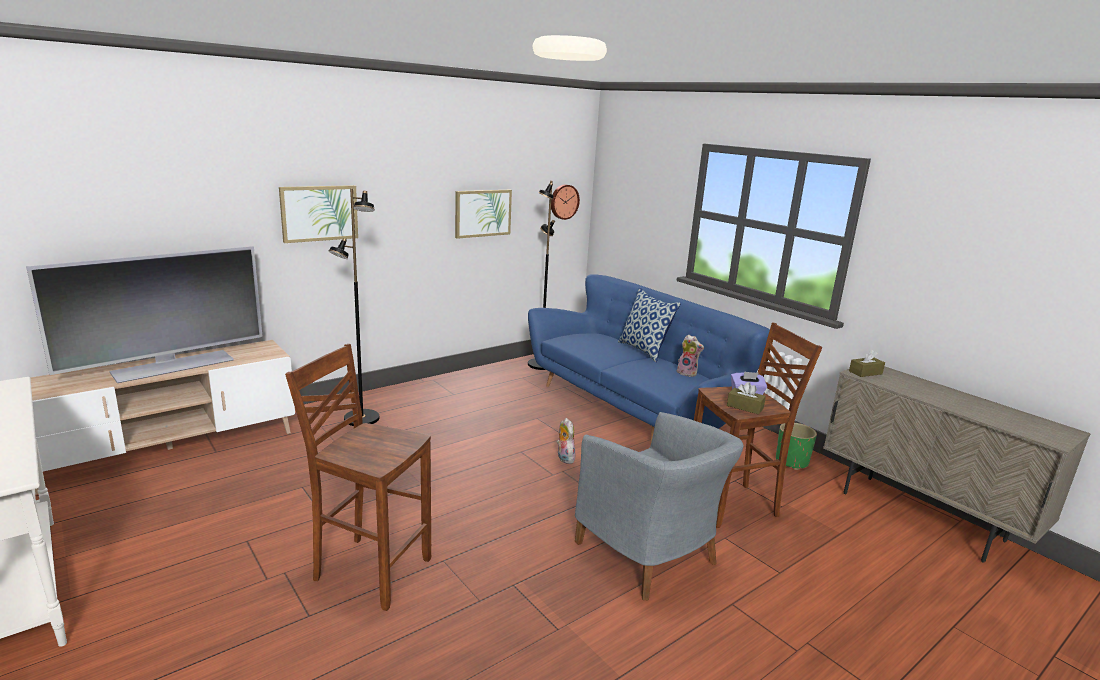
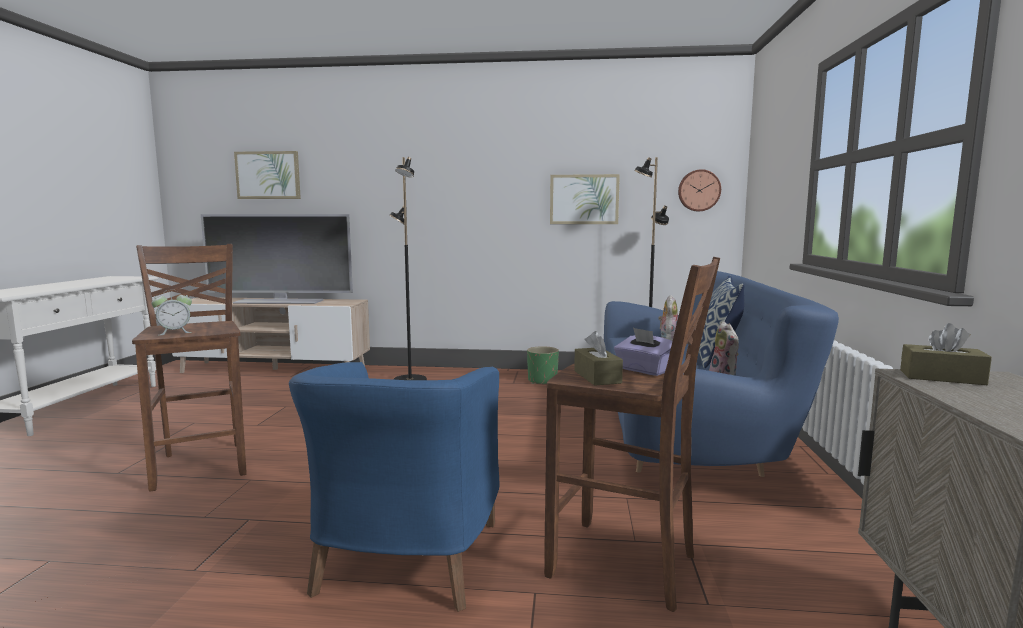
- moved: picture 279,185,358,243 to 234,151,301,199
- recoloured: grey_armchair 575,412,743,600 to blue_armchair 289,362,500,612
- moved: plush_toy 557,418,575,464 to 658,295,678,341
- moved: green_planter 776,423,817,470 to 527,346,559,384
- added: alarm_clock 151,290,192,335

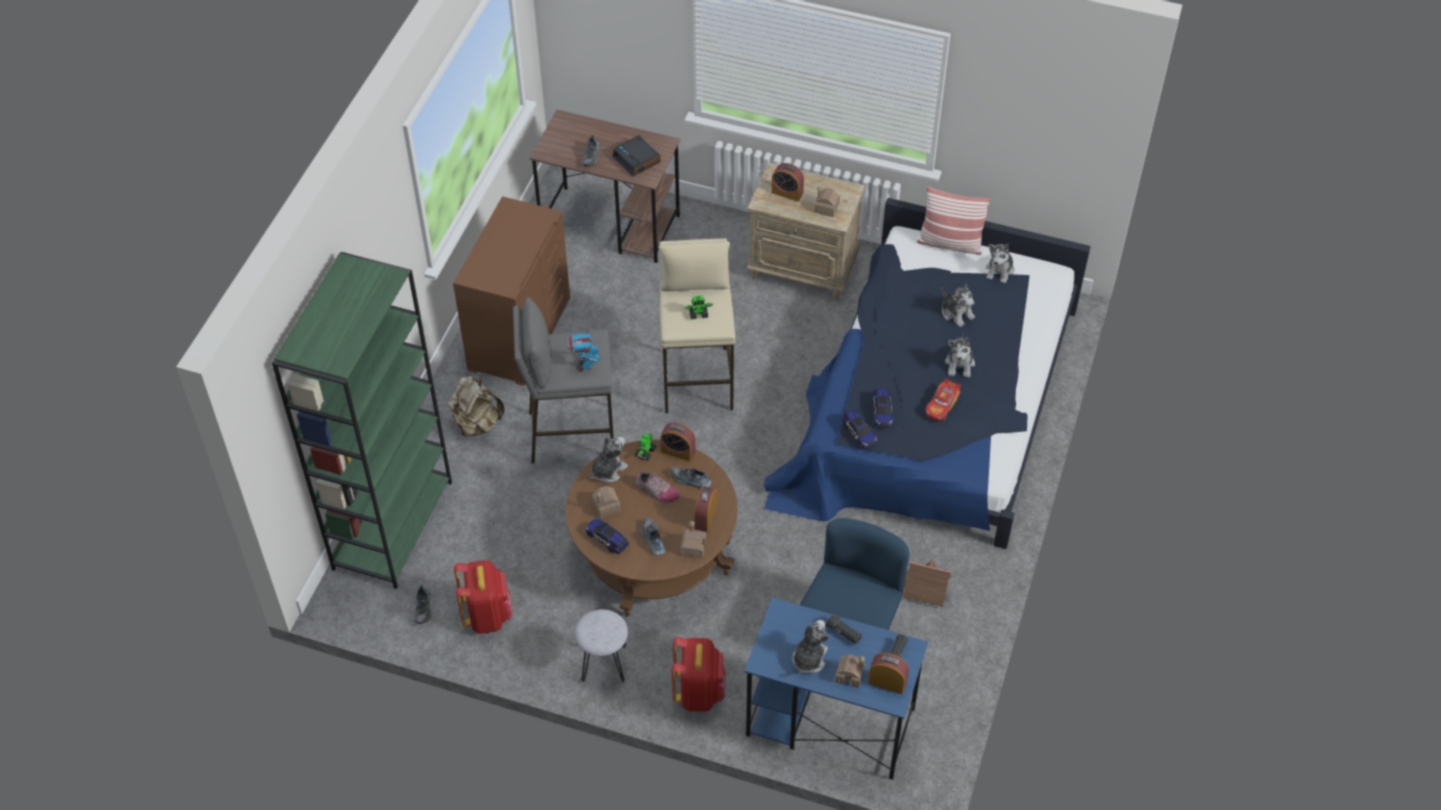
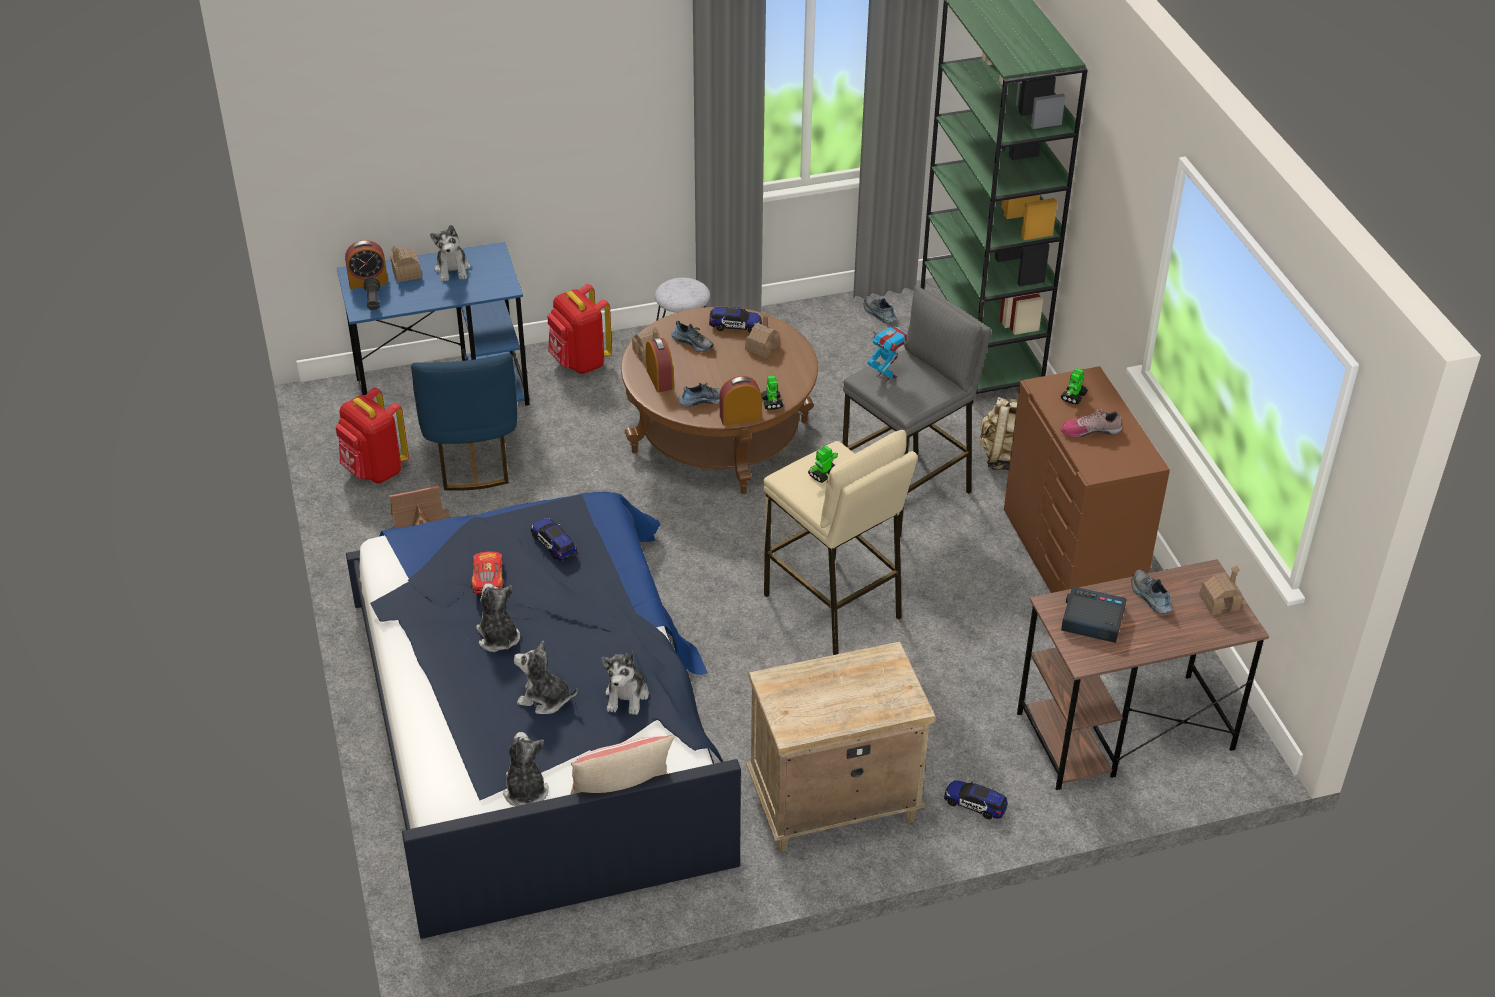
- removed: alarm_clock 771,163,804,202
- moved: toy_house 814,187,840,217 to 1199,566,1243,616
- moved: toy_car 842,409,877,449 to 944,780,1008,820
- moved: plush_toy 589,436,628,483 to 601,651,649,715
- moved: shoe 636,471,680,503 to 1061,409,1122,437
- moved: red_backpack 454,560,513,634 to 336,388,409,483
- removed: black_flashlight 826,614,862,644
- added: toy_robot 1060,368,1088,404

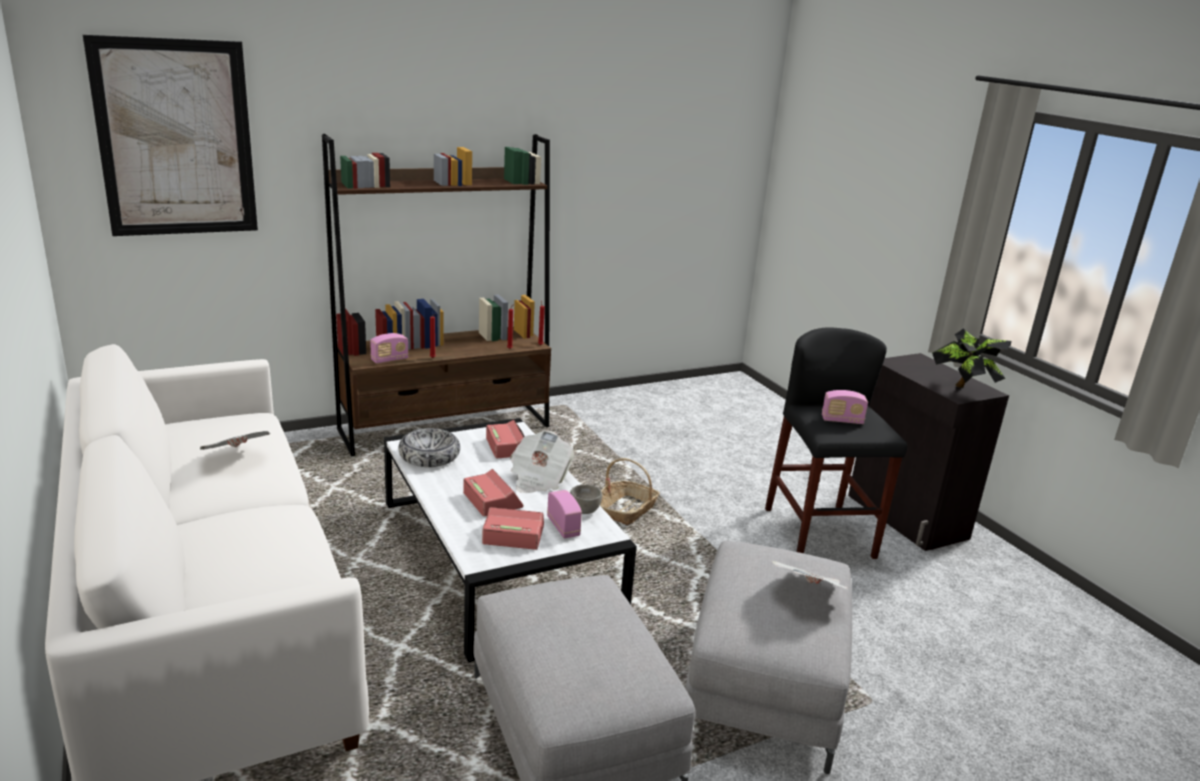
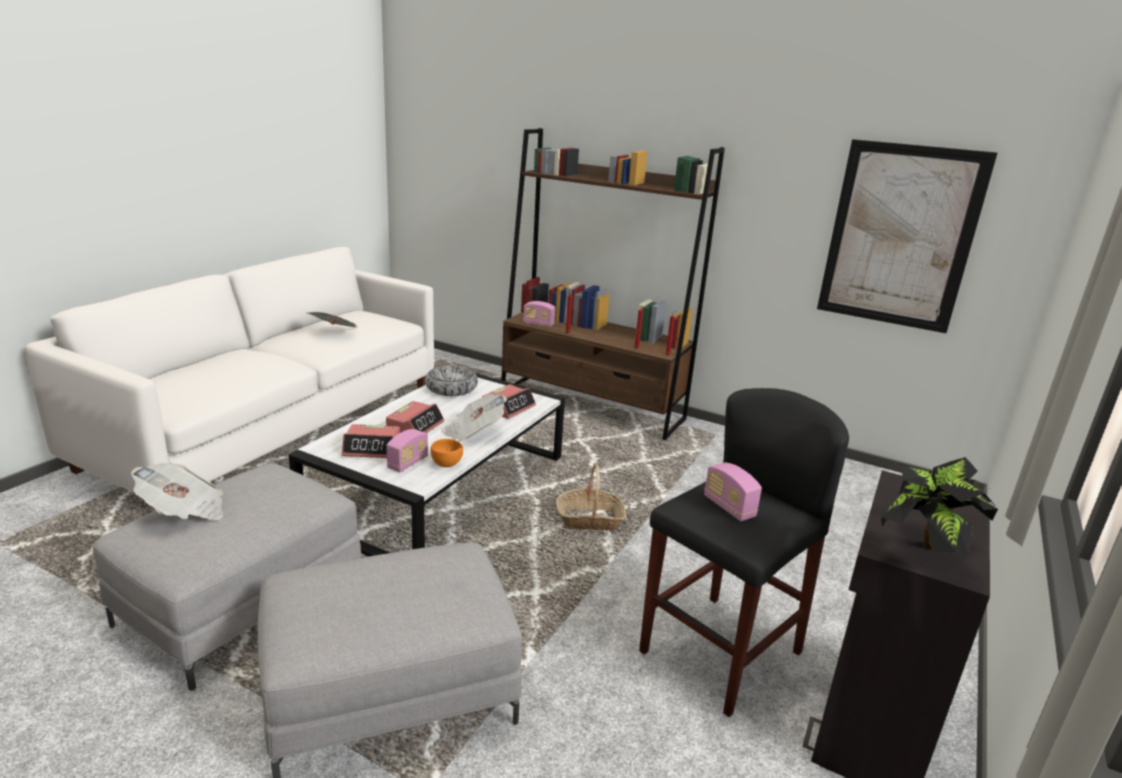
- moved: picture 83,35,258,236 to 817,139,997,333
- recoloured: grey_bowl 570,484,602,514 to orange_bowl 430,439,463,467
- turned: alarm_clock 482,507,544,550 = 342,424,400,458 120 degrees clockwise
- moved: newspaper 772,561,849,590 to 131,463,223,520

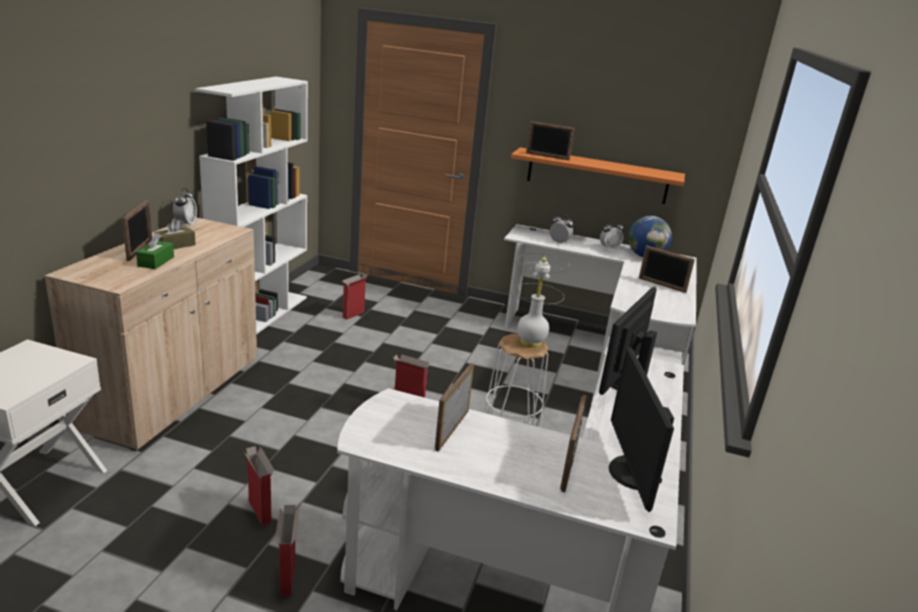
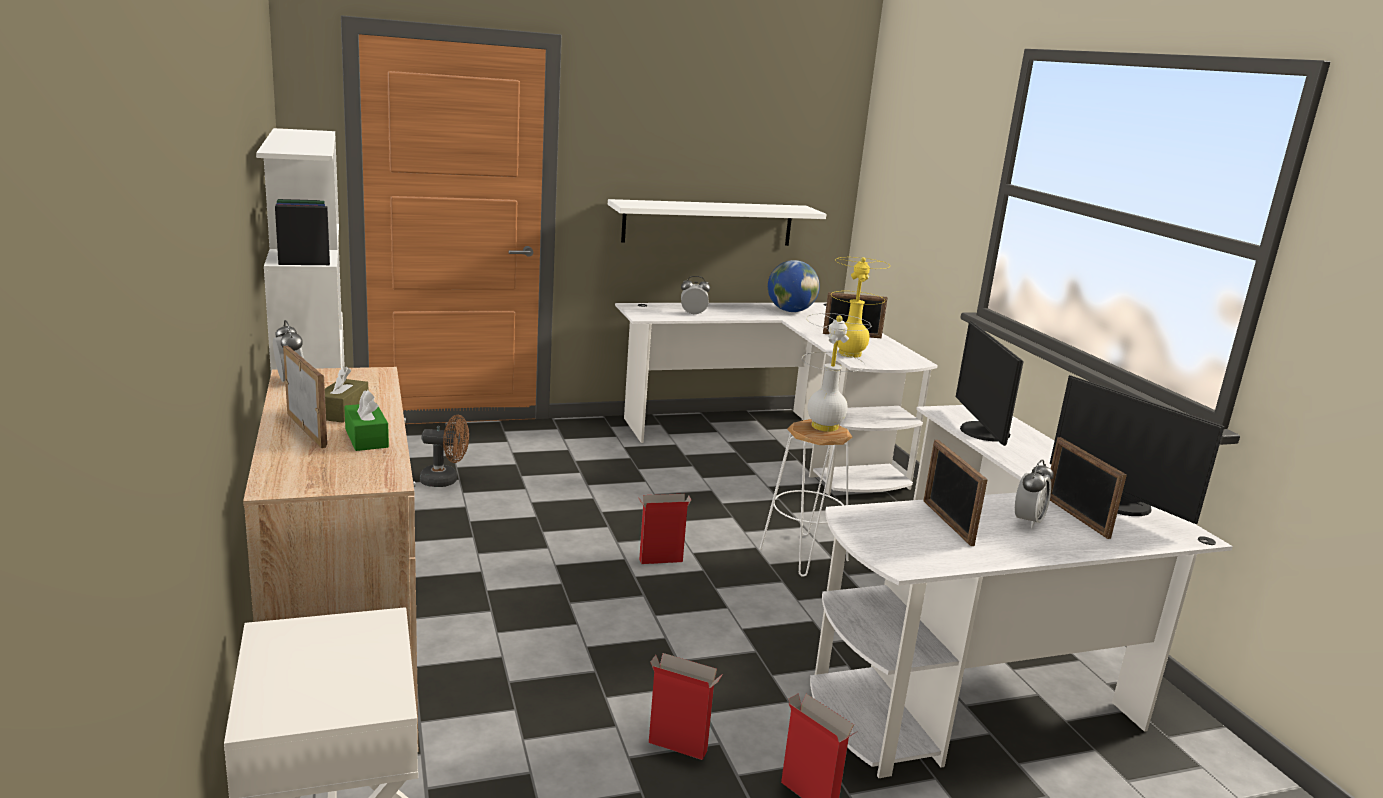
- removed: picture_frame 526,121,575,160
- recoloured: orange_shelf 511,147,685,204 to white_shelf 608,199,826,246
- moved: alarm_clock 600,220,624,250 to 1015,460,1054,528
- replaced: cardboard_box 342,274,367,319 to brown_fan 420,415,469,487
- added: yellow_table_lamp 831,257,889,358

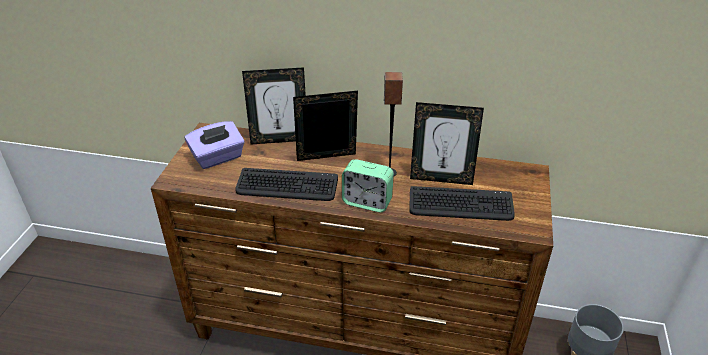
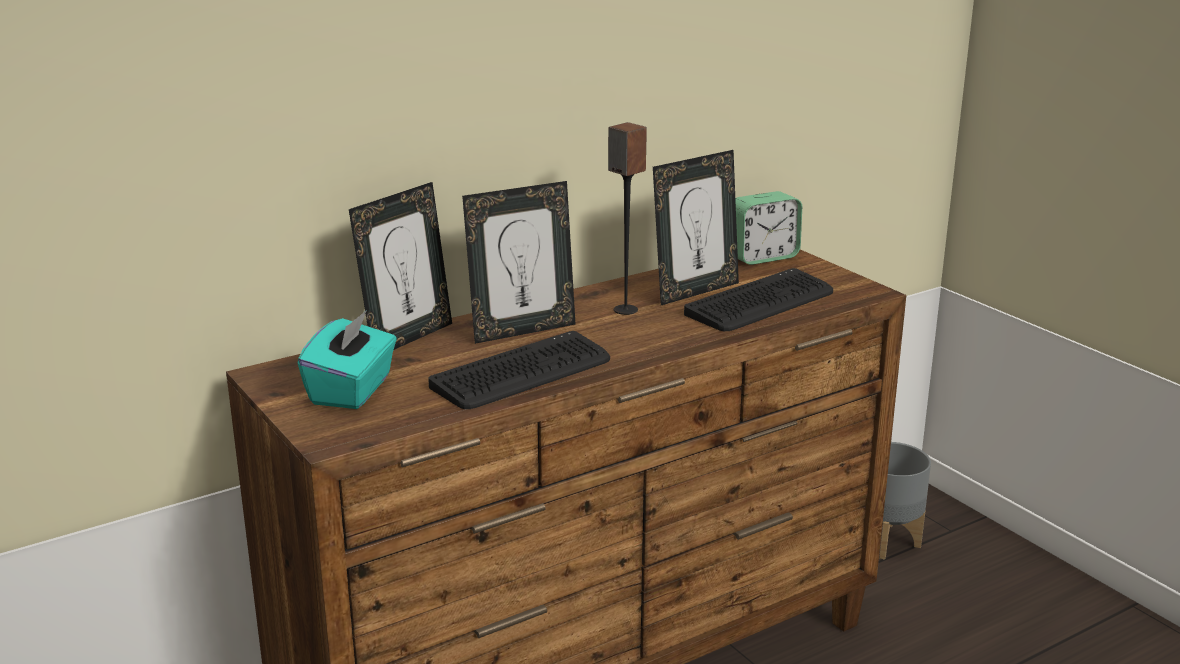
- turned: picture_frame 293,91,358,161 = 462,181,576,344 150 degrees counterclockwise
- recoloured: purple_tissue_box 185,121,245,169 to turquoise_tissue_box 298,310,397,409
- moved: alarm_clock 342,159,394,213 to 735,191,802,265

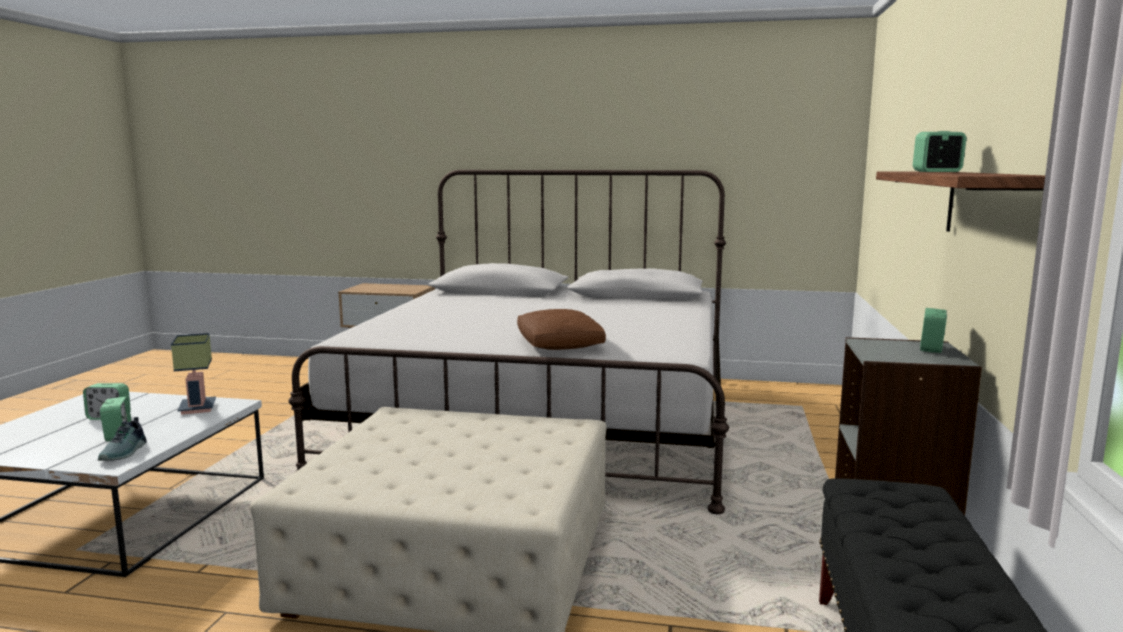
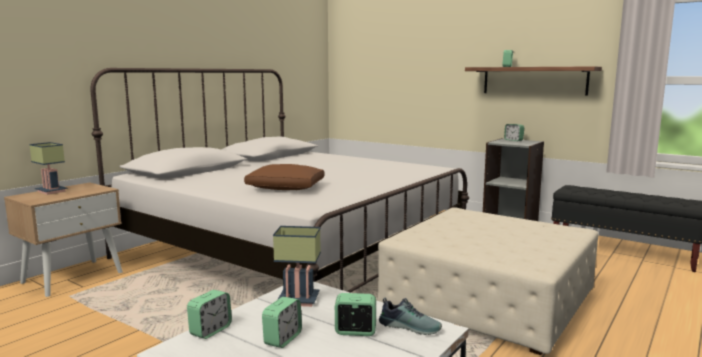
- moved: brown_pillow 517,309,606,350 to 244,164,324,190
- added: table_lamp 29,142,68,195
- added: alarm_clock 187,290,232,339

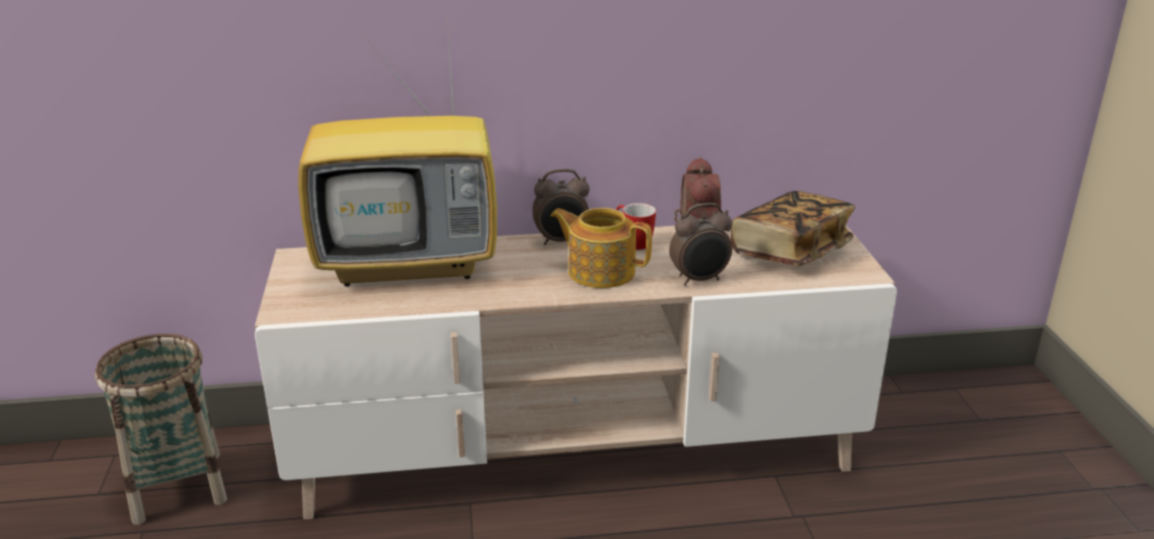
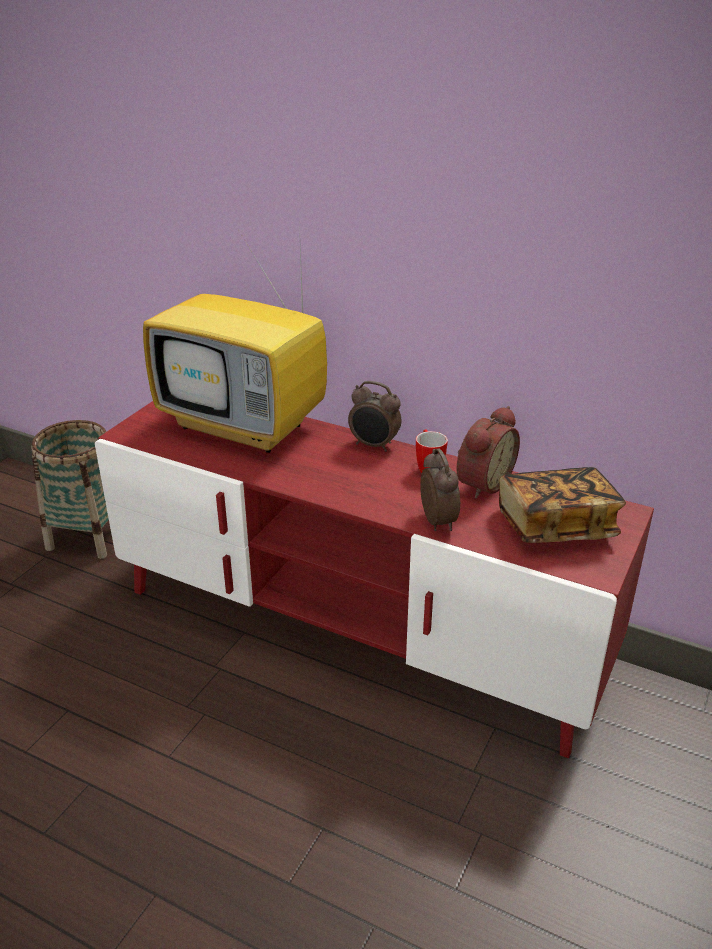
- turned: alarm_clock 669,203,732,286 = 420,448,460,531 120 degrees counterclockwise
- removed: teapot 550,208,652,288
- recoloured: beige_tv_stand 255,225,897,520 to red_tv_stand 95,401,654,758

